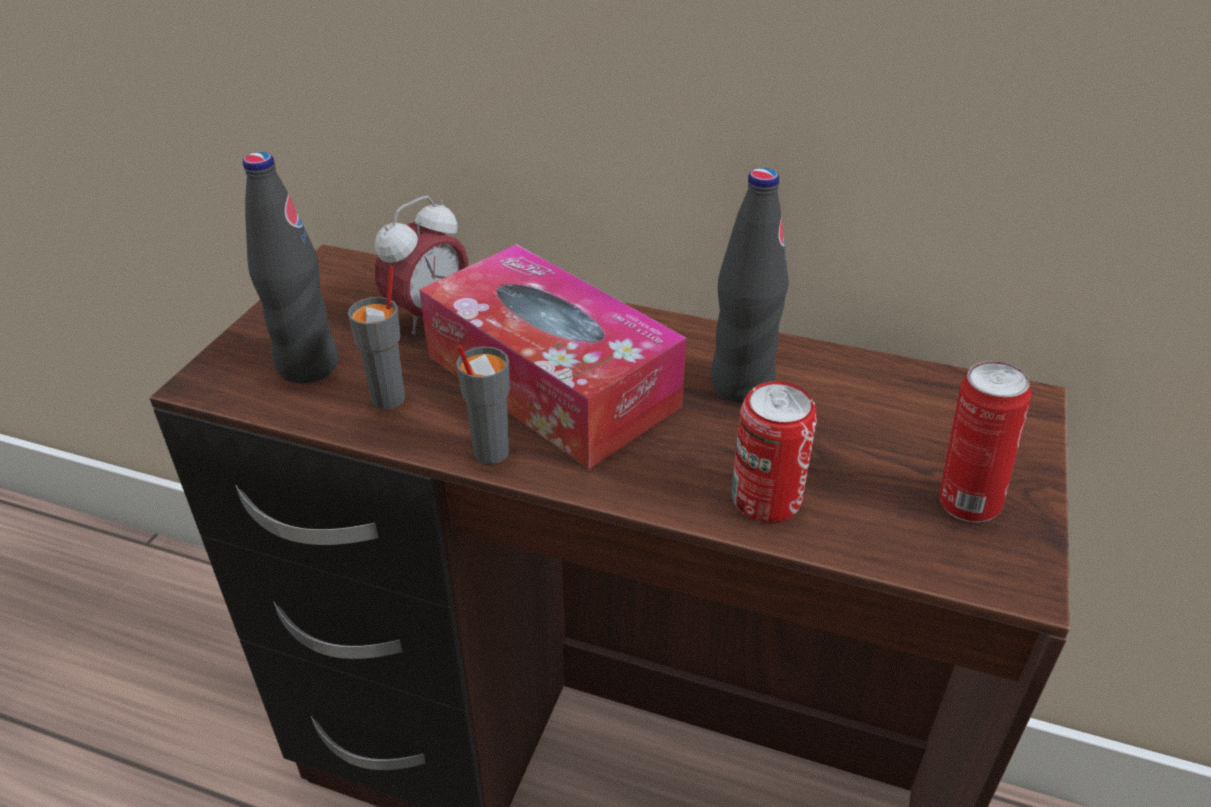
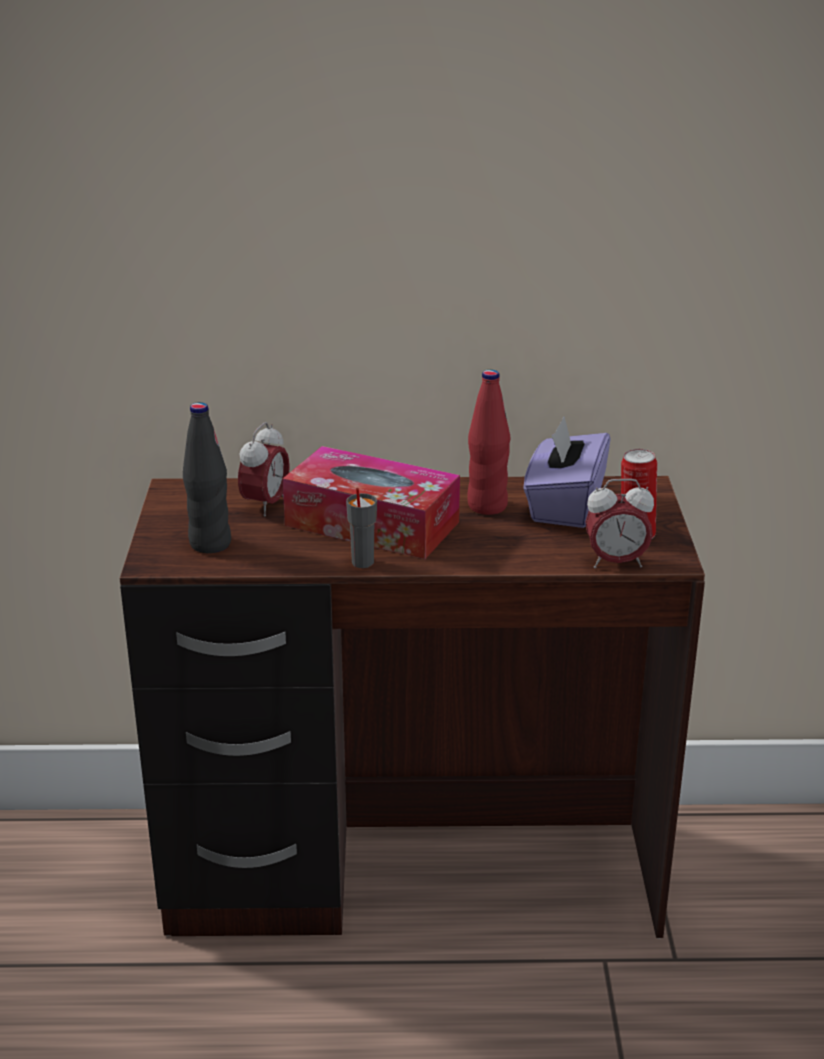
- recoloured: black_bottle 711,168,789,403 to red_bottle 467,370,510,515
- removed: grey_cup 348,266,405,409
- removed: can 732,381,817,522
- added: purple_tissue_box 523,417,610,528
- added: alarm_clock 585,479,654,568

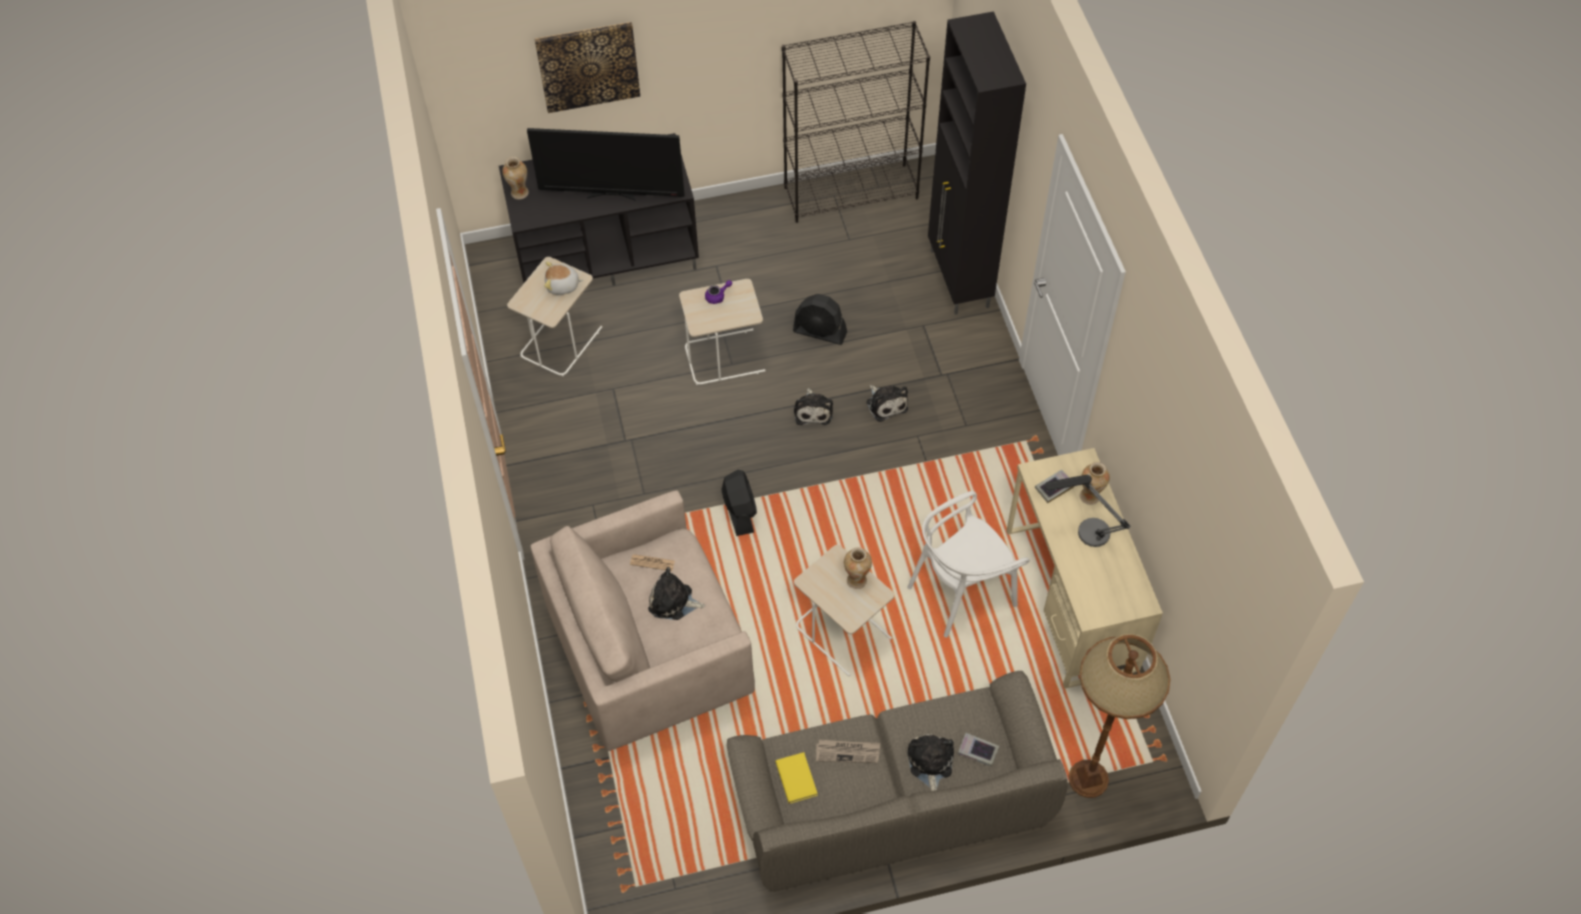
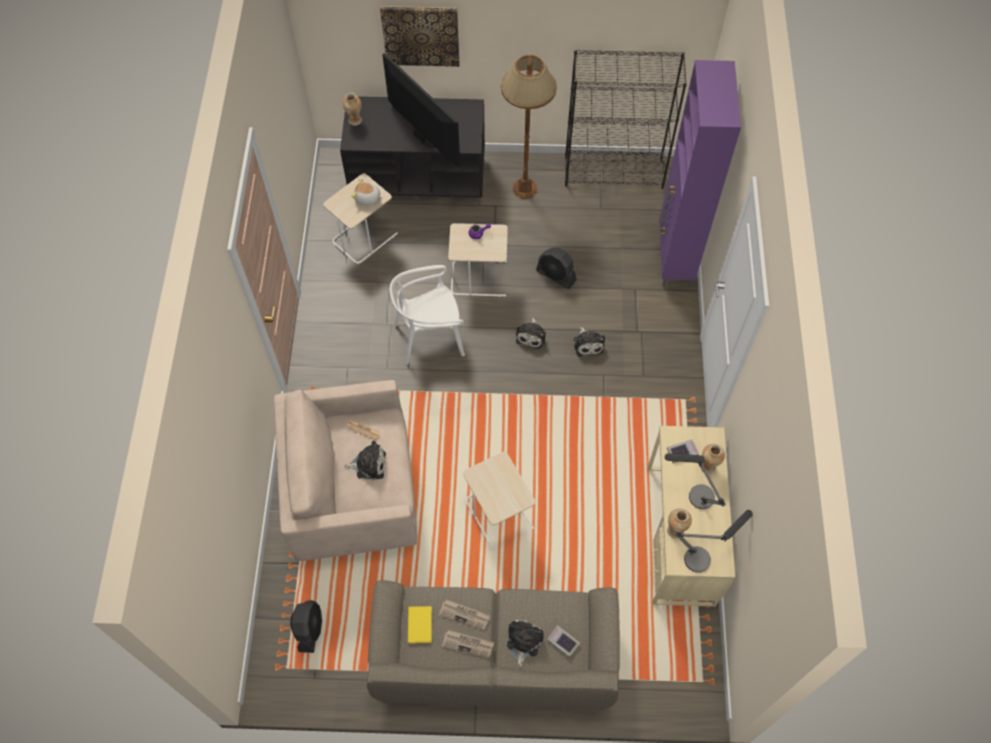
- recoloured: black_cabinet 928,11,1026,315 to purple_cabinet 659,60,741,287
- turned: television 527,128,685,201 = 382,53,460,167 150 degrees counterclockwise
- moved: black_fan 722,469,757,536 to 290,600,322,653
- moved: white_chair 907,491,1030,638 to 390,265,465,365
- moved: vase 844,547,872,589 to 667,508,692,539
- turned: plush_toy 648,567,705,620 = 344,441,386,480 150 degrees clockwise
- moved: brown_floor_lamp 1069,634,1170,798 to 501,55,557,199
- added: table_lamp 675,510,753,573
- added: newspaper 442,630,494,658

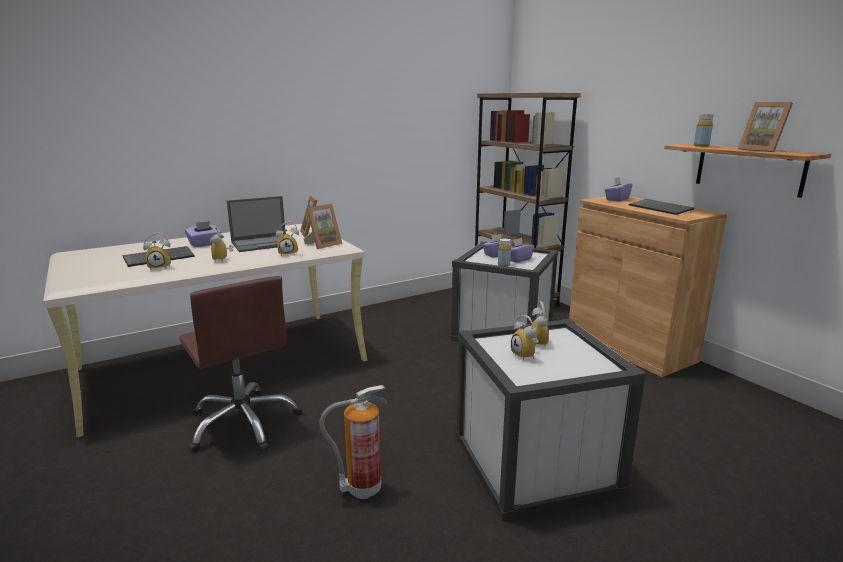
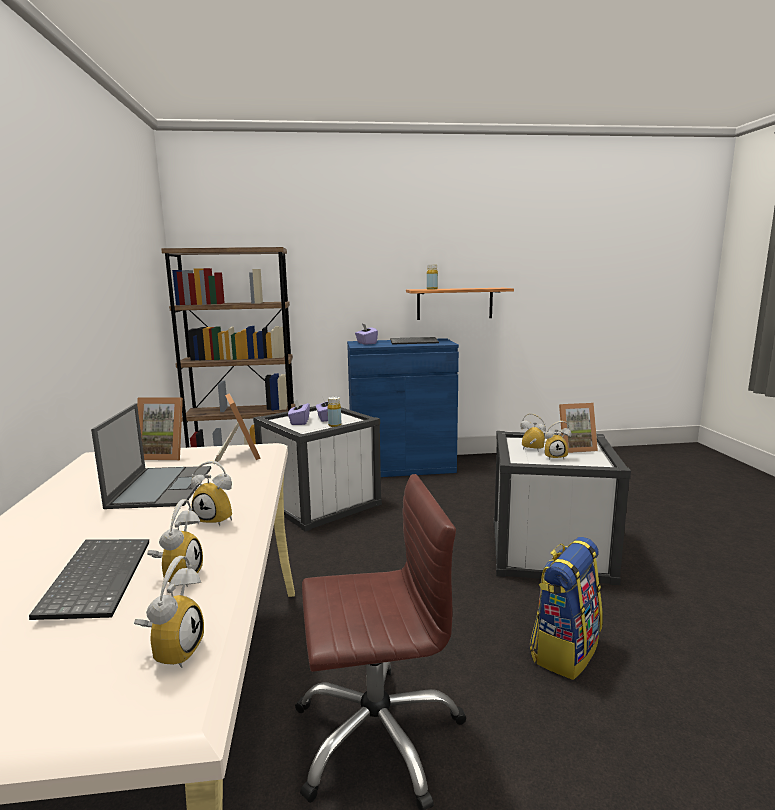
- moved: picture_frame 738,102,793,152 to 558,403,598,453
- recoloured: brown_cabinet 569,197,727,377 to blue_cabinet 347,338,459,477
- removed: purple_tissue_box 185,221,221,247
- moved: alarm_clock 276,221,299,256 to 134,556,204,668
- replaced: fire_extinguisher 319,385,387,499 to backpack 530,537,603,680

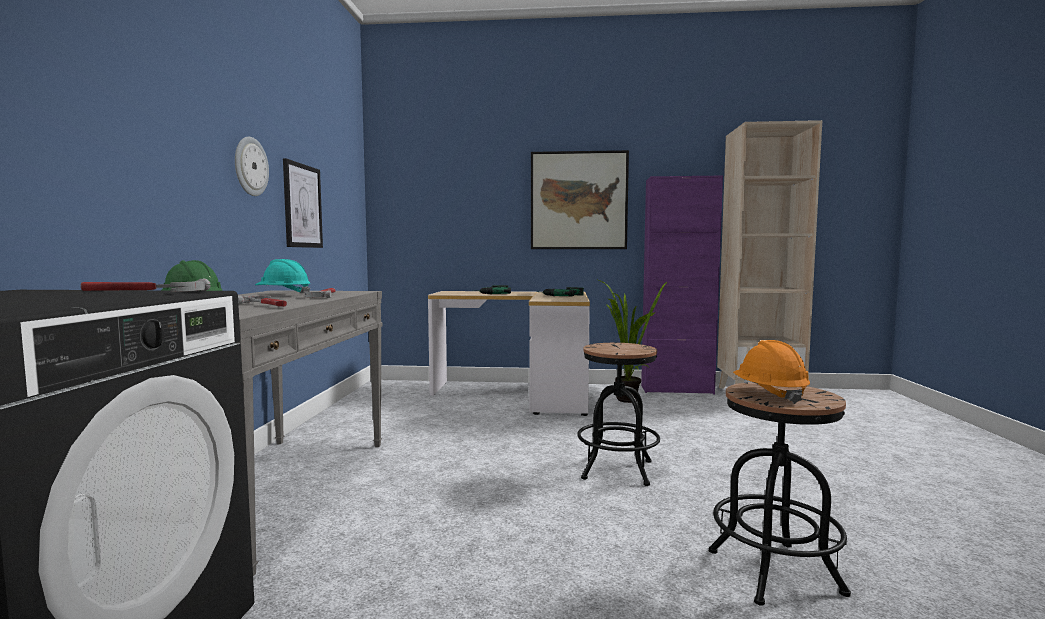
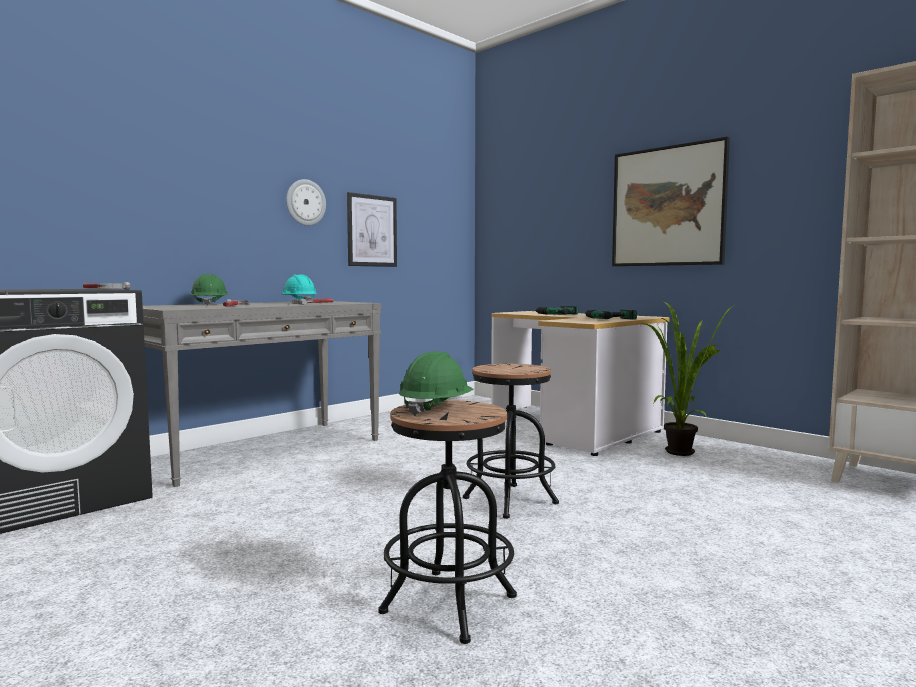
- removed: purple_cabinet 641,175,723,394
- recoloured: orange_hard_hat 733,340,810,404 to green_hard_hat 399,351,474,417

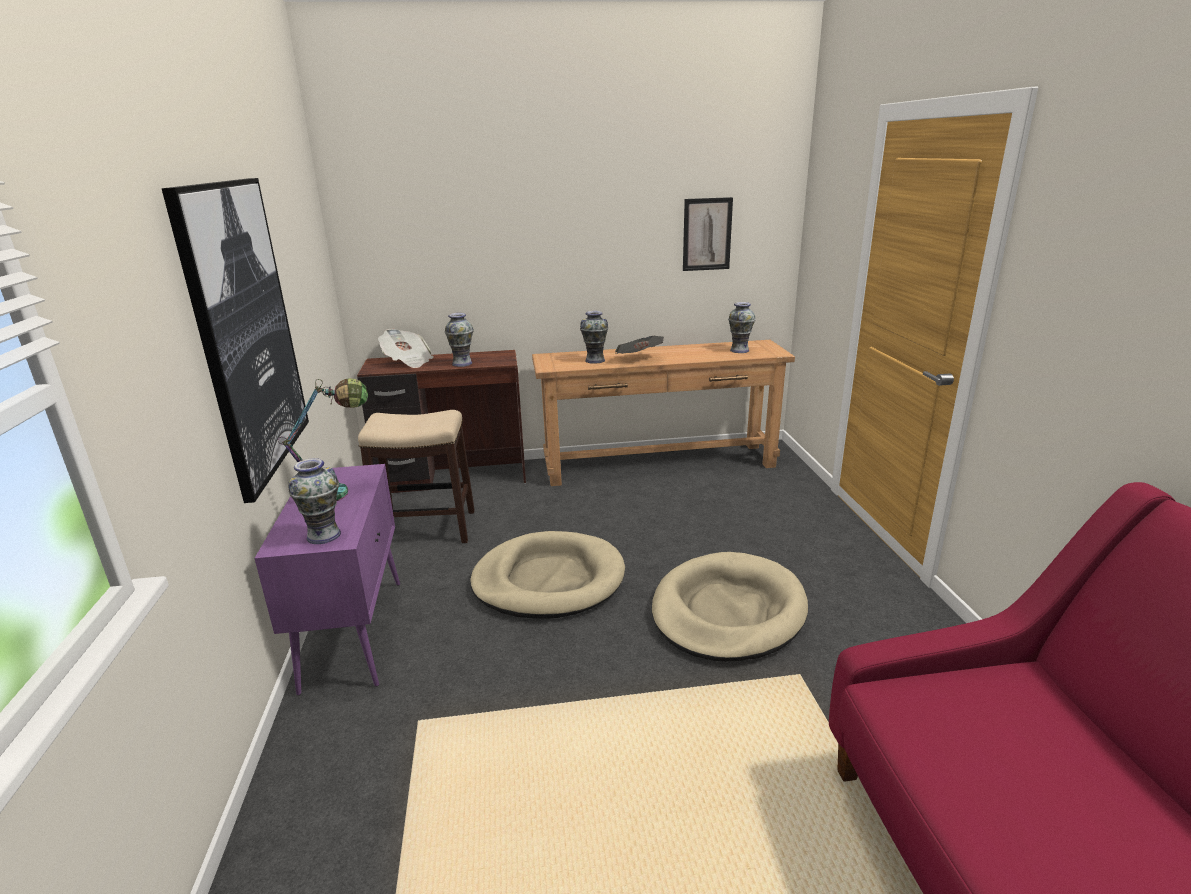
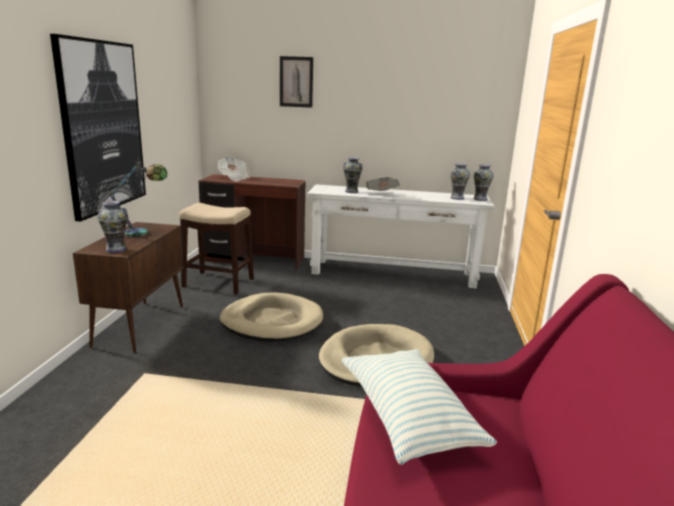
- moved: picture 683,197,733,271 to 280,56,313,108
- moved: vase 445,313,474,367 to 473,164,494,201
- recoloured: brown_console_table 532,340,795,486 to white_console_table 307,184,494,288
- recoloured: purple_cabinet 254,464,400,696 to brown_cabinet 73,222,184,353
- added: pillow 342,349,497,465

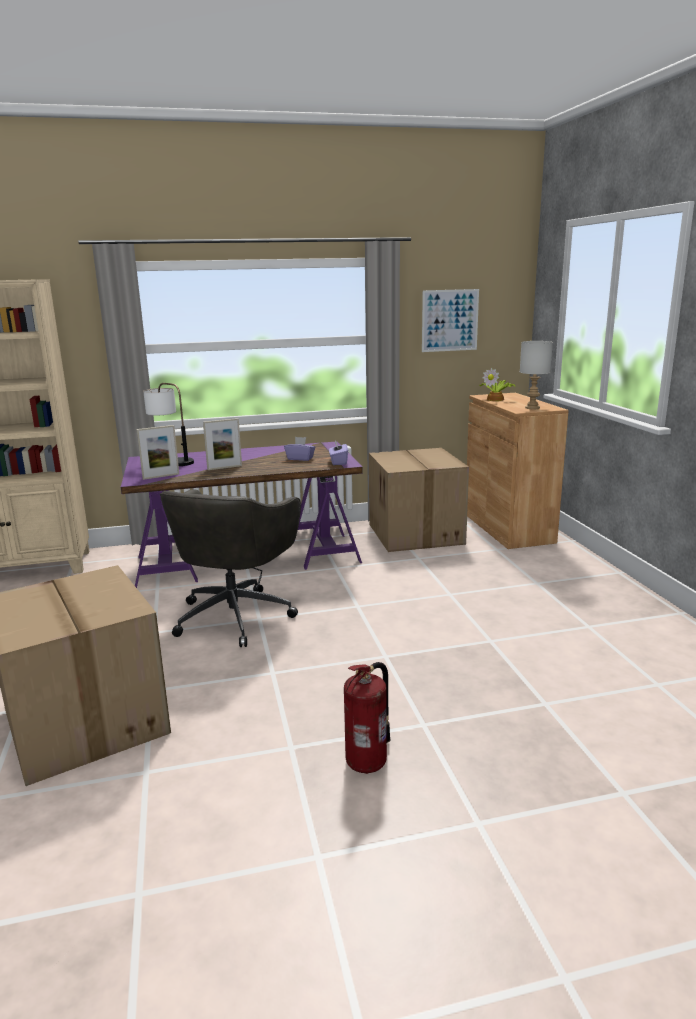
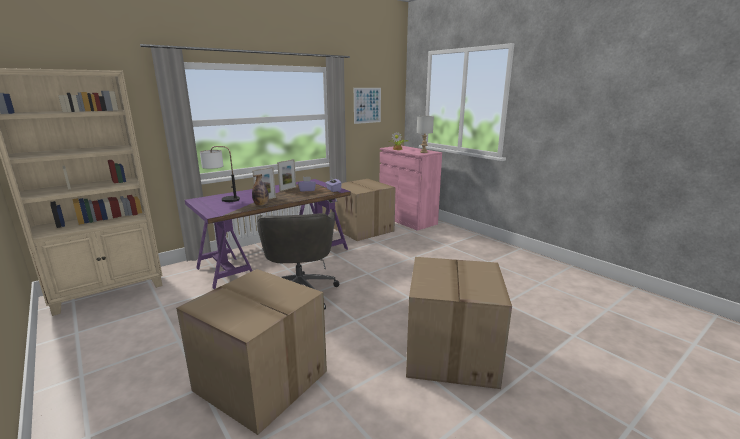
- recoloured: brown_cabinet 467,393,569,549 to pink_cabinet 380,146,442,231
- moved: picture_frame 137,425,179,480 to 277,159,296,191
- replaced: fire_extinguisher 344,662,391,774 to cardboard_box 406,257,512,389
- added: bottle 252,174,269,206

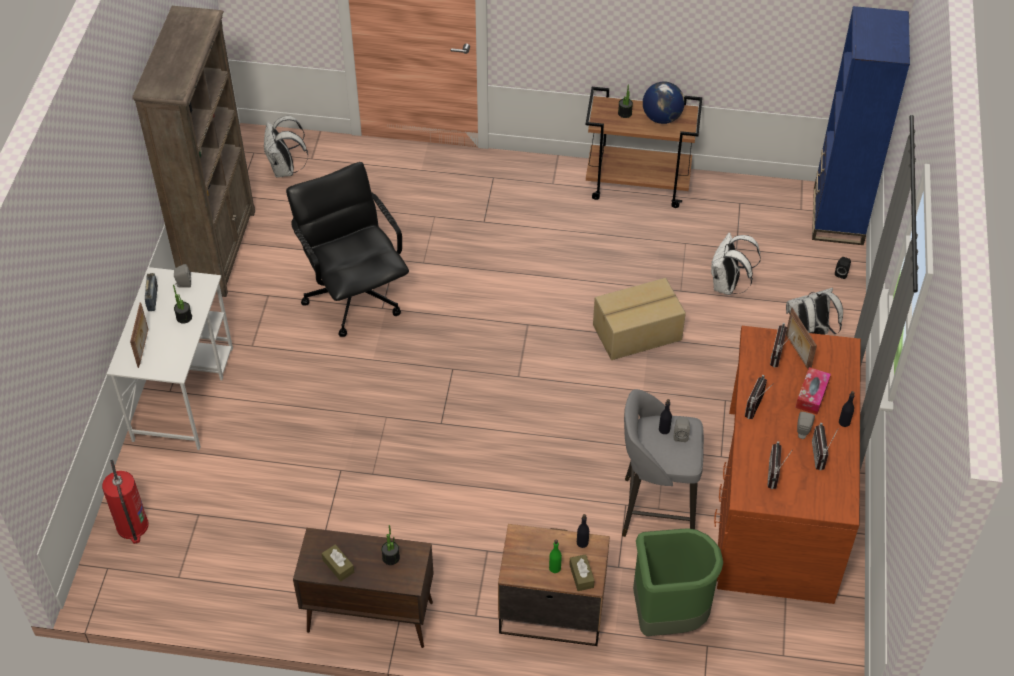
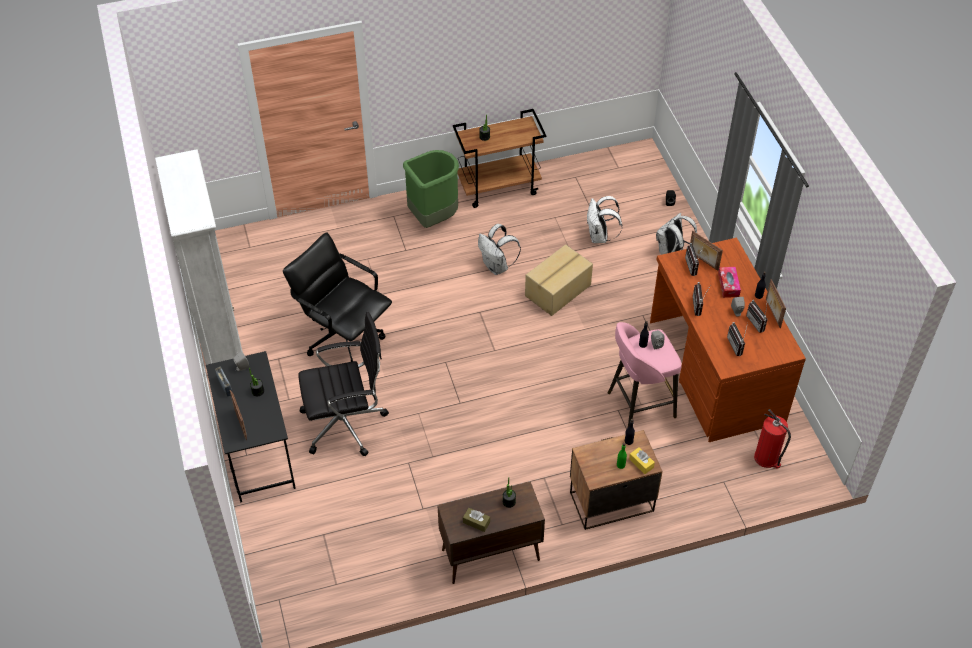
- recoloured: brown_bookcase 132,6,255,297 to white_bookcase 155,149,243,365
- removed: blue_bookcase 812,6,910,245
- removed: globe 643,81,685,124
- moved: white_backpack 264,116,308,178 to 478,224,521,275
- recoloured: white_desk 107,267,233,450 to black_desk 206,351,296,502
- recoloured: grey_stool 622,389,704,537 to pink_stool 608,322,682,427
- moved: fire_extinguisher 102,460,149,544 to 754,409,791,469
- moved: green_trash_can 633,528,723,636 to 403,150,459,228
- recoloured: brown_tissue_box 569,554,594,591 to yellow_tissue_box 629,447,655,474
- added: picture_frame 766,279,786,328
- added: black_office_chair 298,312,389,456

